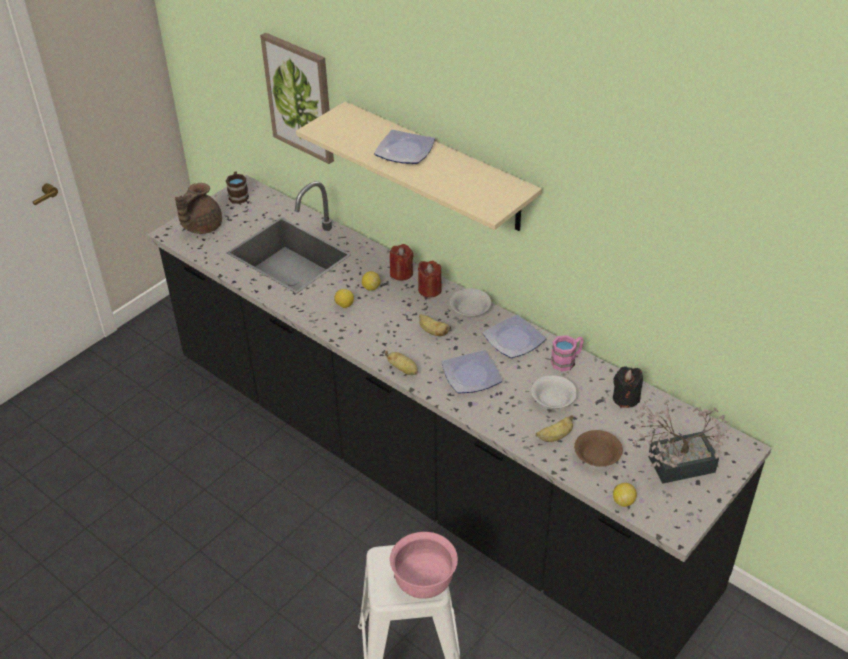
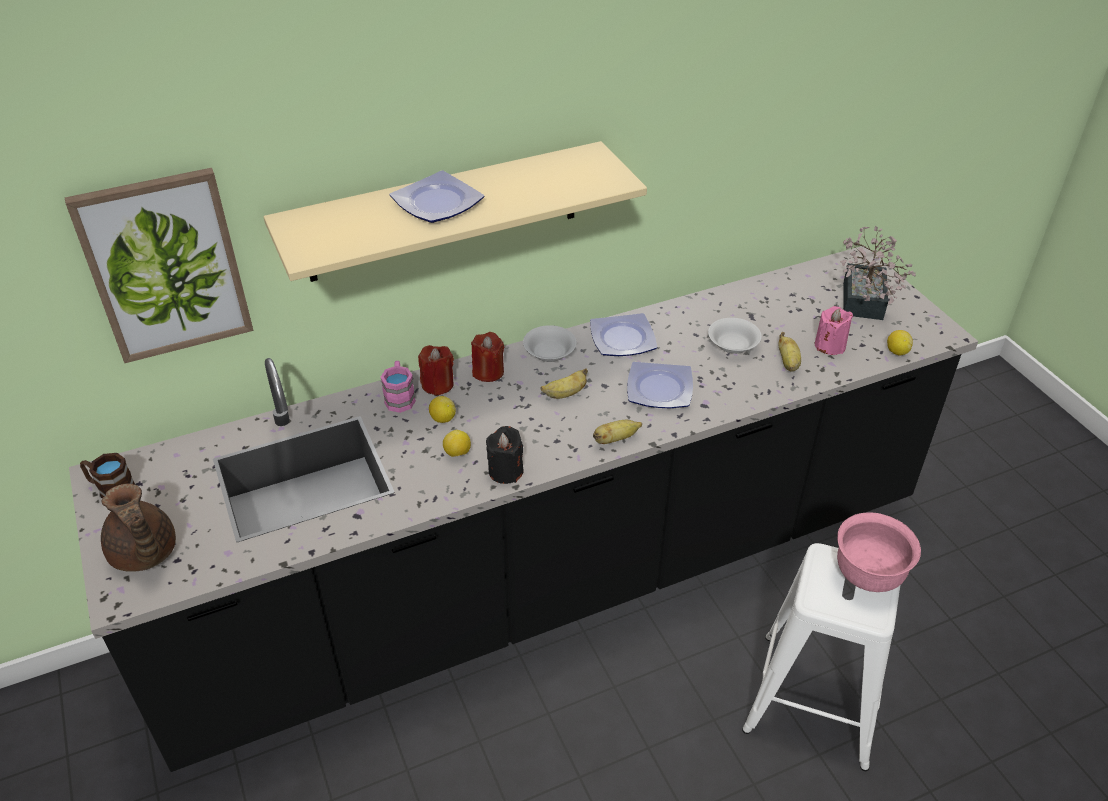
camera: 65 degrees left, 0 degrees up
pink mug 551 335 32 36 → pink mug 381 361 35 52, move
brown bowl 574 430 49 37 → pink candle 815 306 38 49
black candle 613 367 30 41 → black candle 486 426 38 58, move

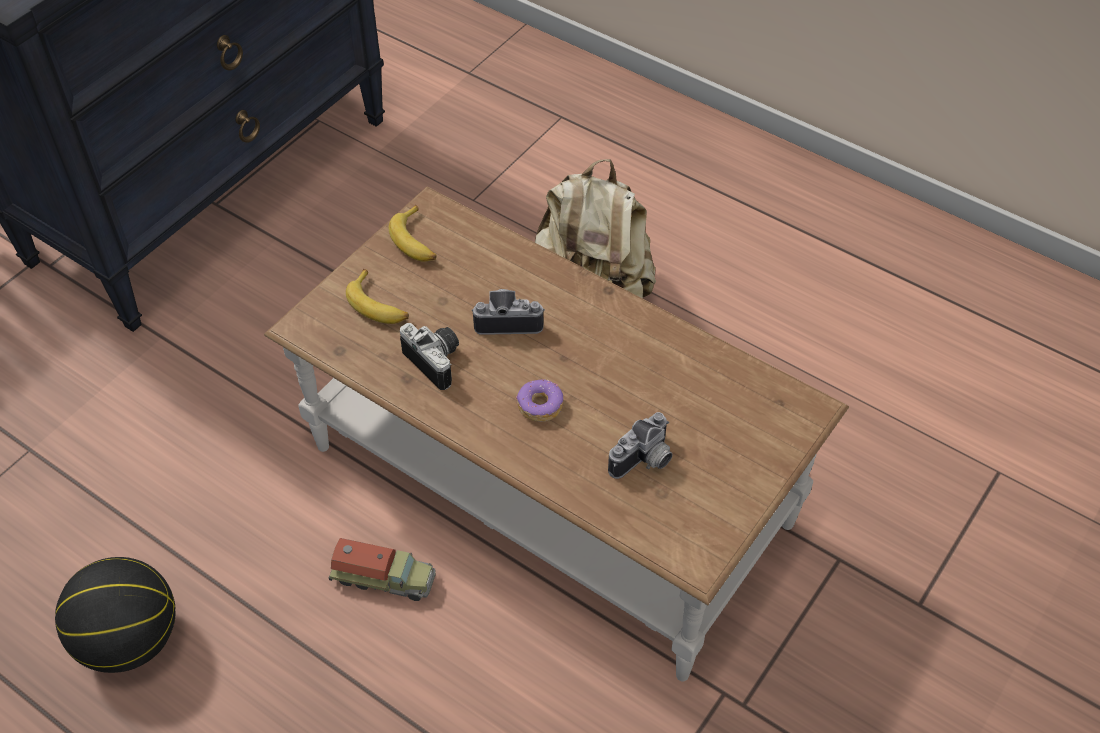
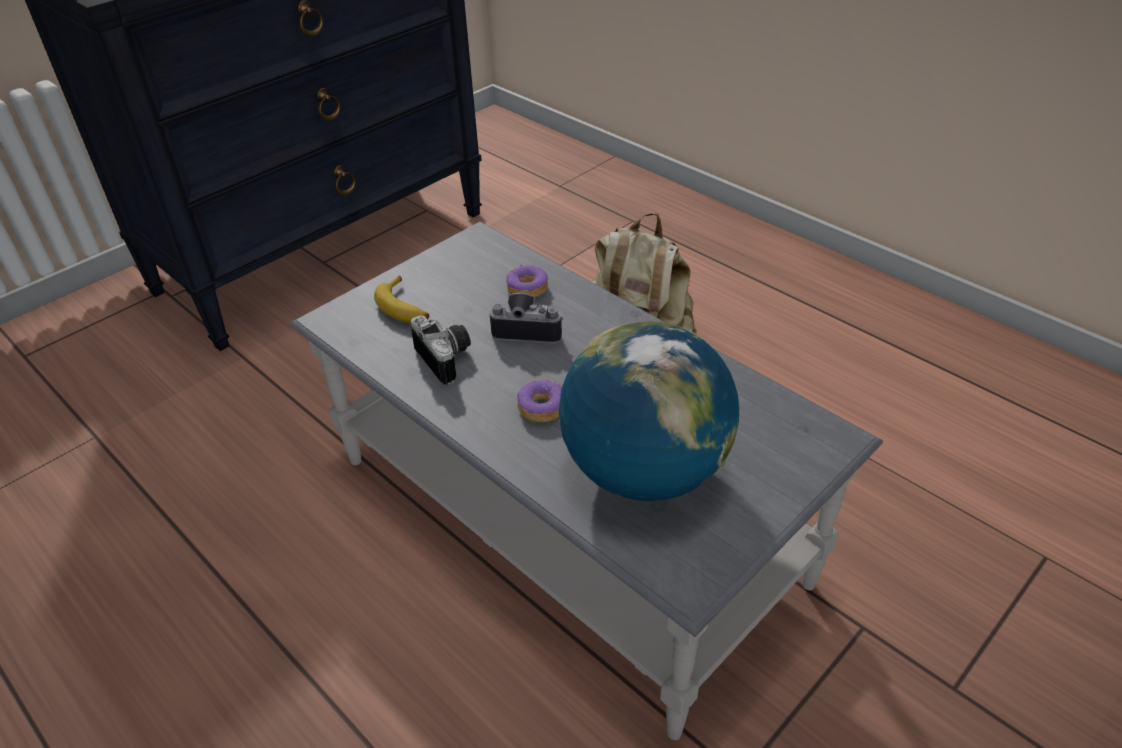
camera: 10 degrees right, 10 degrees down
basketball 55 557 121 116 → -
brown coffee table 264 187 585 494 → grey coffee table 290 222 593 518
toy truck 329 538 107 63 → -
banana 389 205 48 57 → -
photo camera 608 412 65 67 → globe 559 321 180 180
- → donut 506 265 42 32

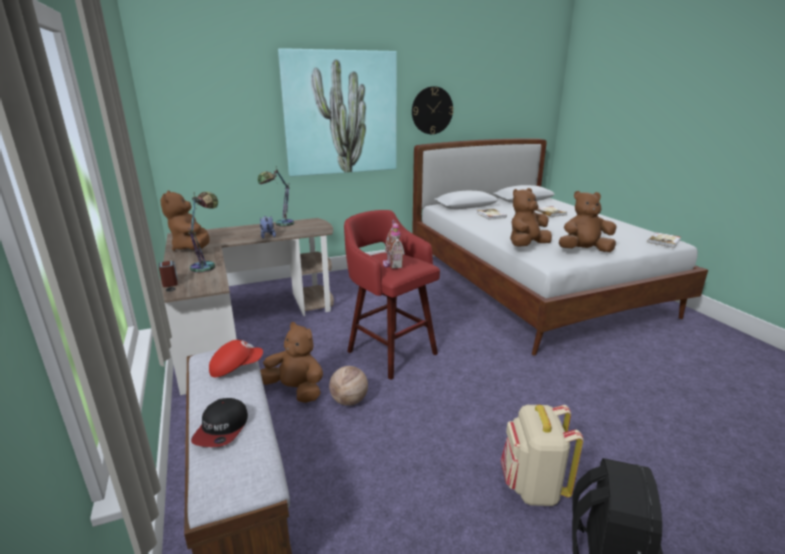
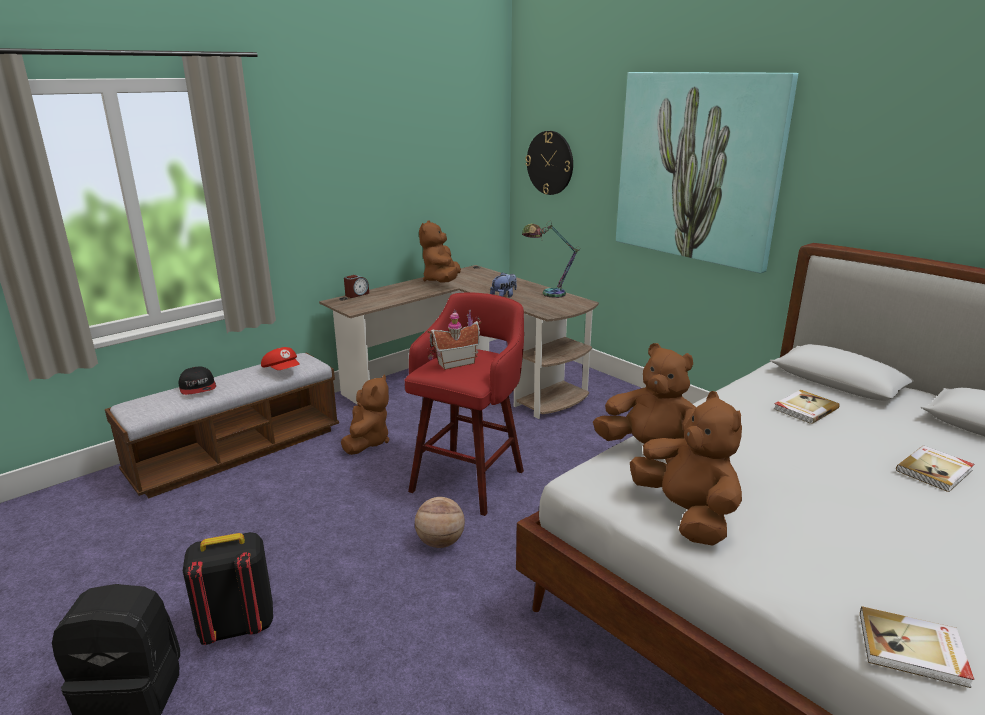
camera: 70 degrees right, 0 degrees up
brown plush toy 160 191 50 60 → brown plush toy 419 221 42 62, 45 degrees counterclockwise
table lamp 188 192 30 81 → -
cap 191 398 57 49 → cap 179 366 37 29, 105 degrees counterclockwise
basketball 329 366 39 40 → basketball 415 497 50 51, move
wall clock 412 86 41 48 → wall clock 526 131 47 64, move
beige backpack 501 405 83 101 → black backpack 183 532 90 113

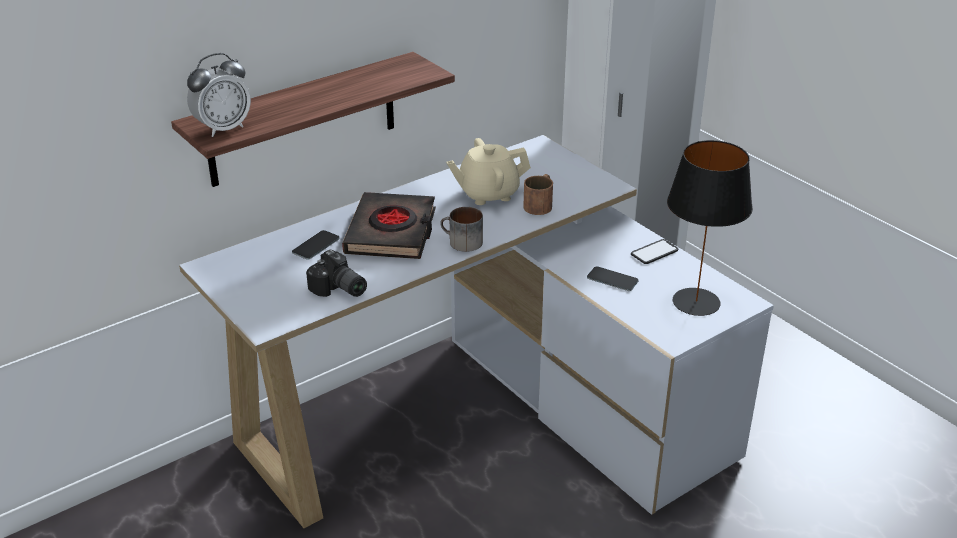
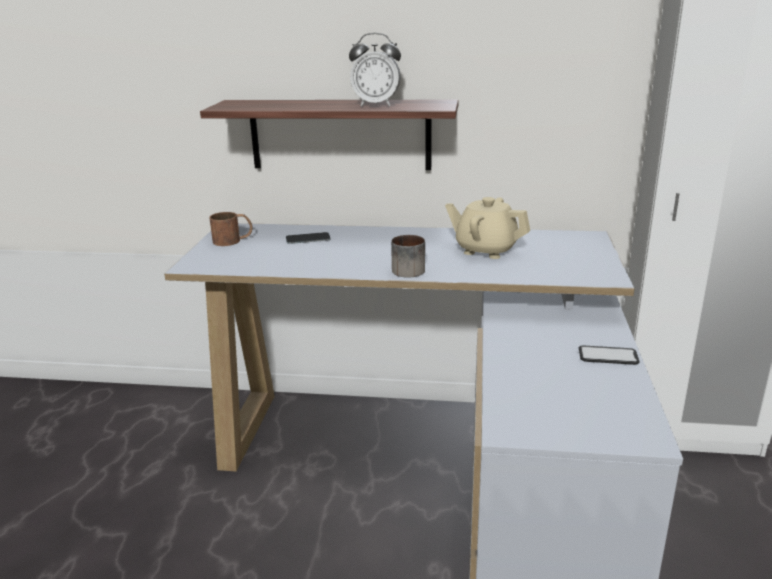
camera: 45 degrees right, 10 degrees down
alarm clock 187 53 64 84 → alarm clock 349 33 52 74, move
photo camera 306 249 61 48 → -
black book 342 192 94 67 → -
brown mug 523 174 30 41 → brown mug 209 212 44 34, move
phone 587 266 52 25 → -
black table lamp 667 140 86 176 → -

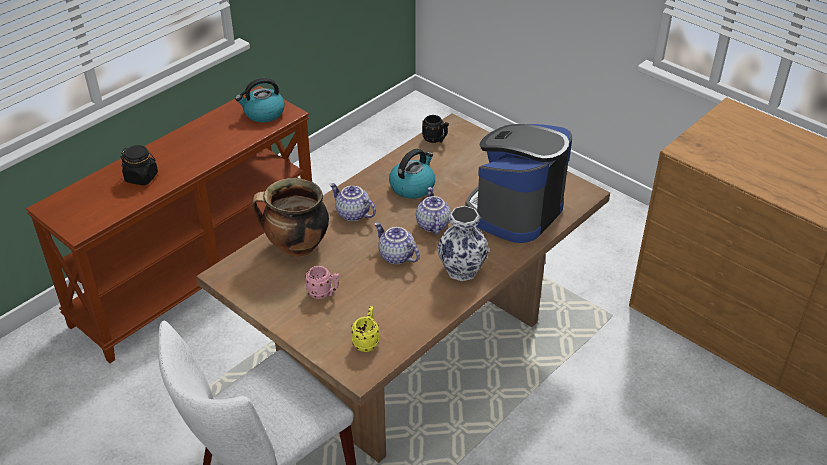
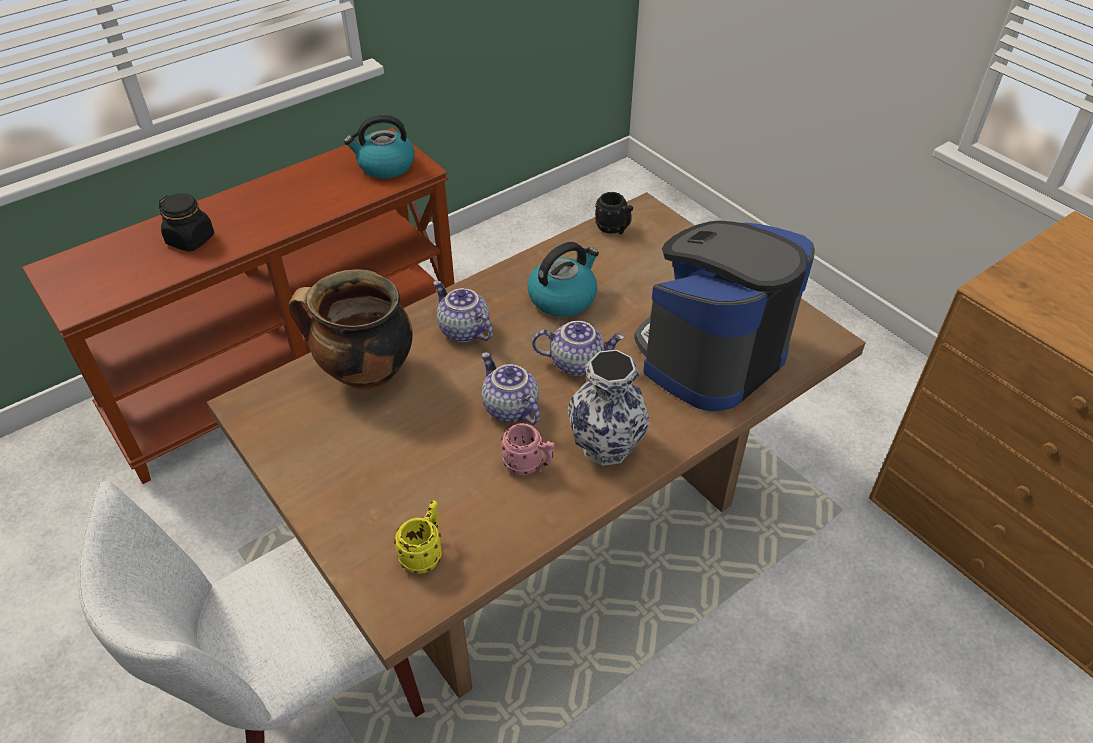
camera: 10 degrees right, 5 degrees up
pink mug 305 266 34 33 → pink mug 501 423 54 52, move
teapot 416 187 35 48 → teapot 532 321 92 55, 90 degrees clockwise

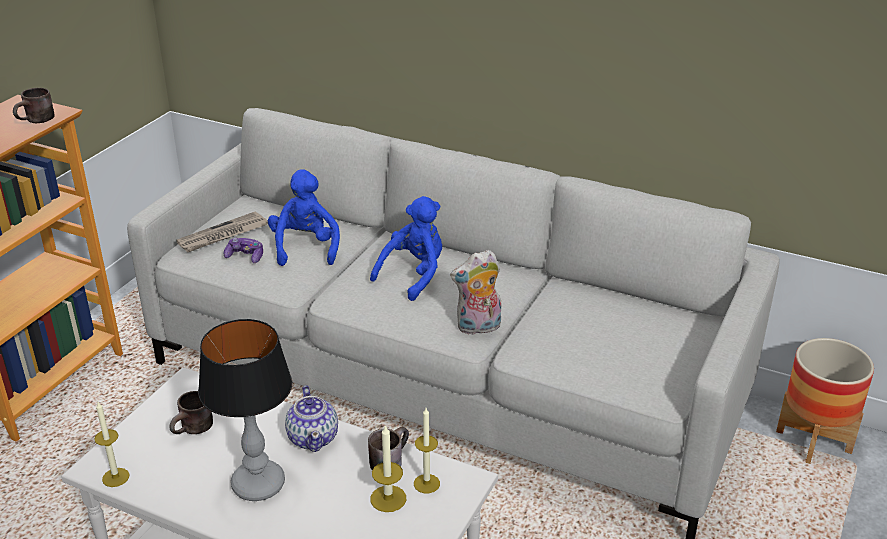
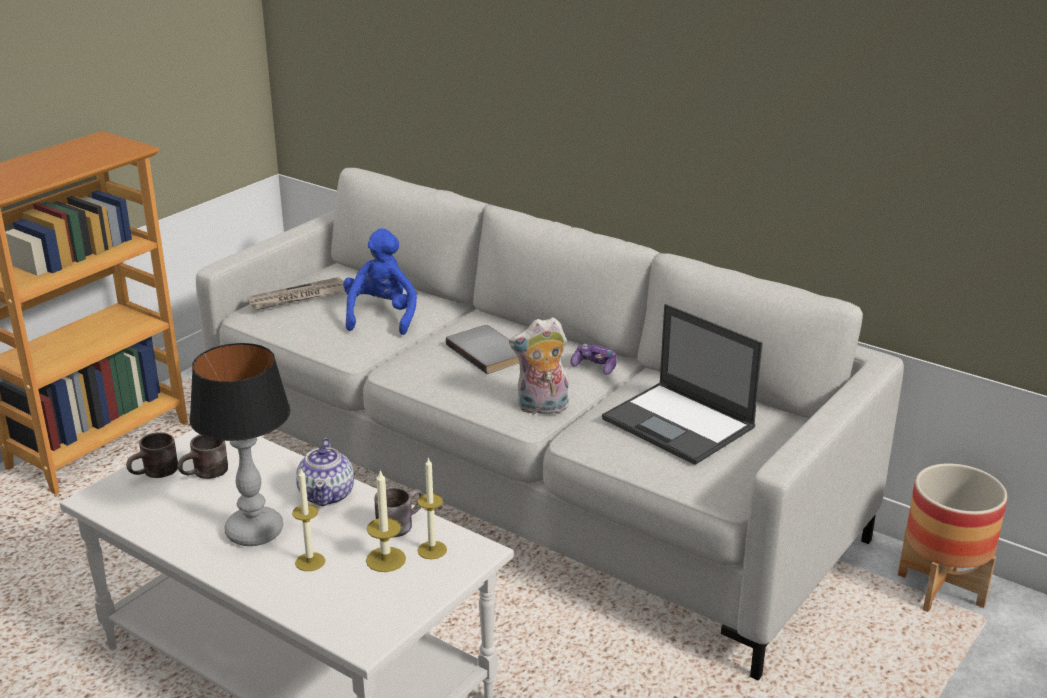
camera: 10 degrees right, 5 degrees down
brown mug 13 88 42 35 → brown mug 126 432 52 46, move
candle 94 402 36 85 → candle 292 469 33 102, move
game controller 223 238 40 25 → game controller 571 344 46 31, move
blue plush toy 370 196 72 105 → grey book 446 325 73 49
- → laptop 602 304 161 161

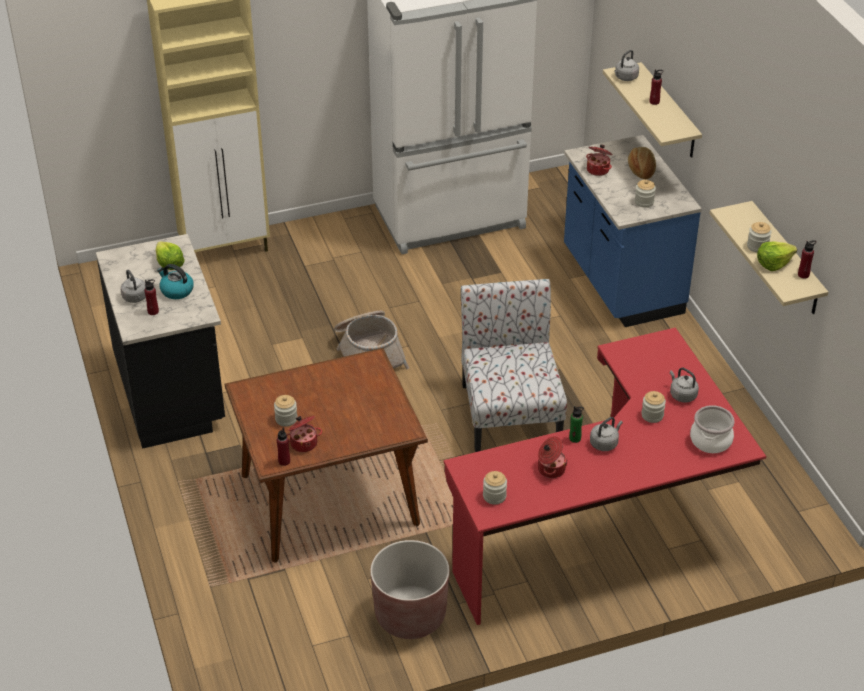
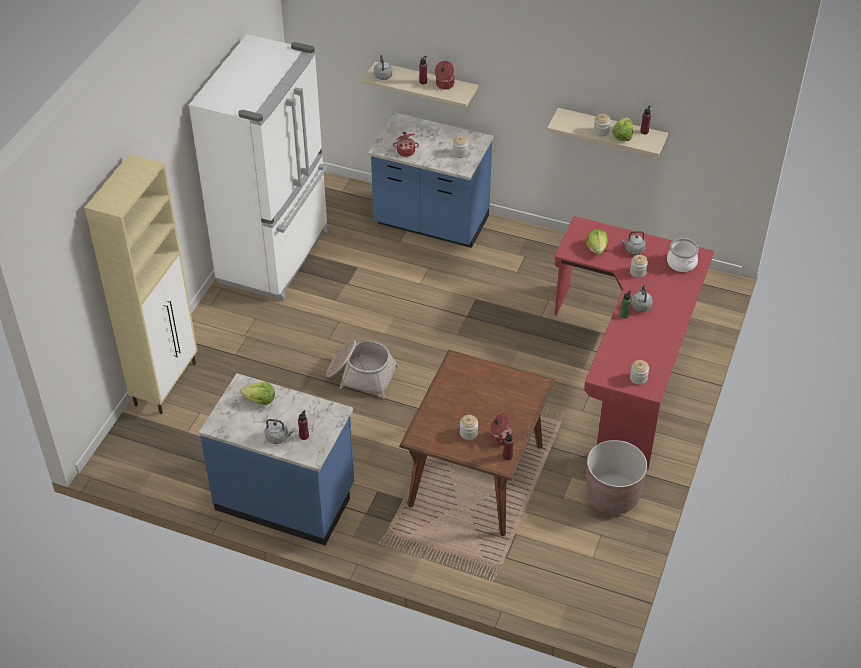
camera: 50 degrees left, 5 degrees up
black counter 96 234 129 215 → blue counter 199 373 155 172
kettle 157 264 37 35 → -
chair 461 279 106 173 → -
cooking pot 538 436 29 42 → cooking pot 435 61 20 29, move
bread 628 147 28 32 → -
- → lettuce 586 229 22 26

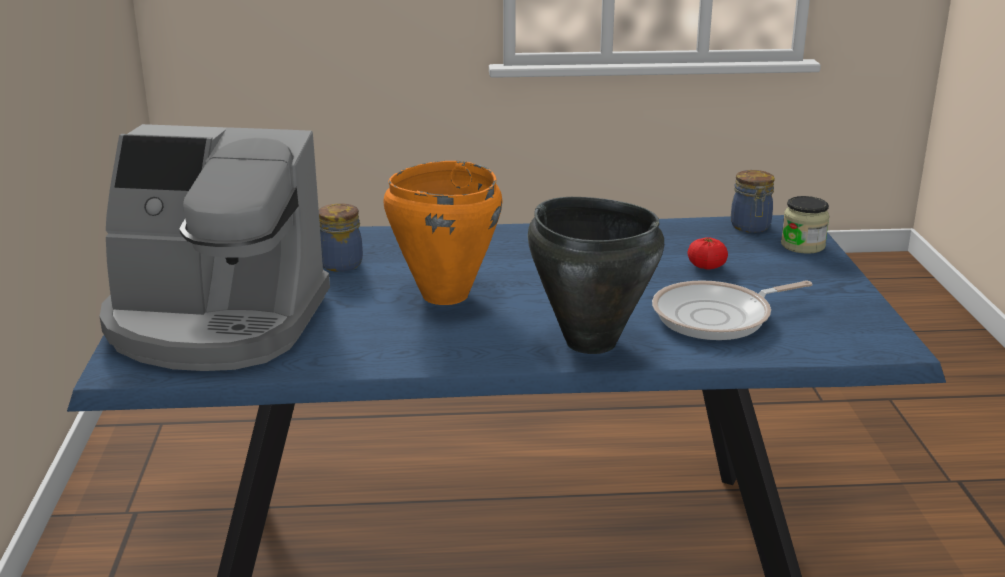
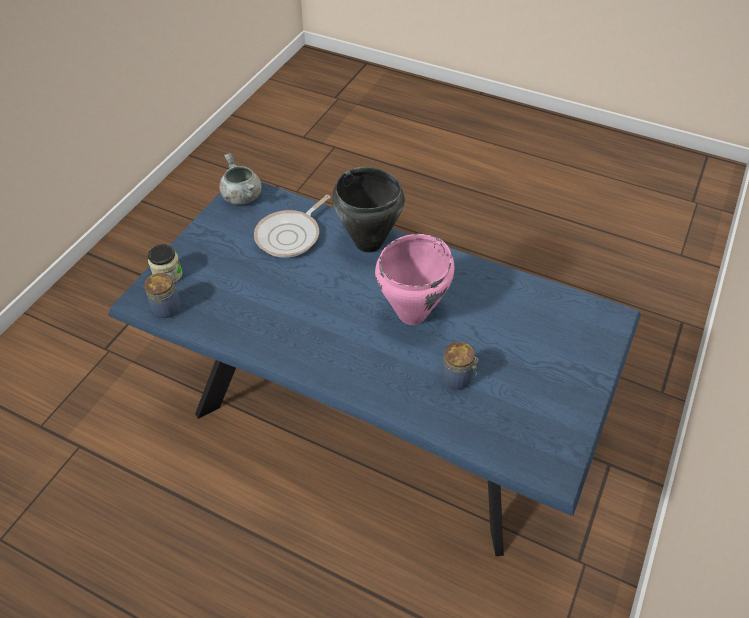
camera: 150 degrees left, 25 degrees up
coffee machine 100 124 230 247 → -
orange cooking pot 383 161 119 144 → pink cooking pot 375 234 80 91
frying pan 652 280 160 60 → frying pan 254 195 77 63, 120 degrees clockwise
tomato 687 237 41 33 → -
- → grey cooking pot 219 153 43 52

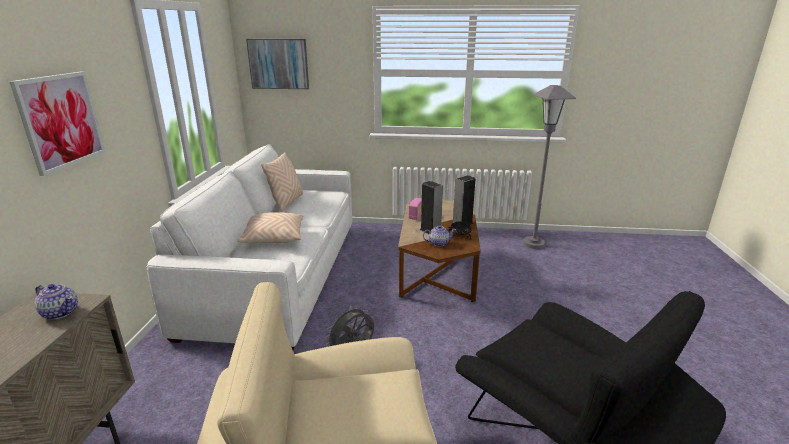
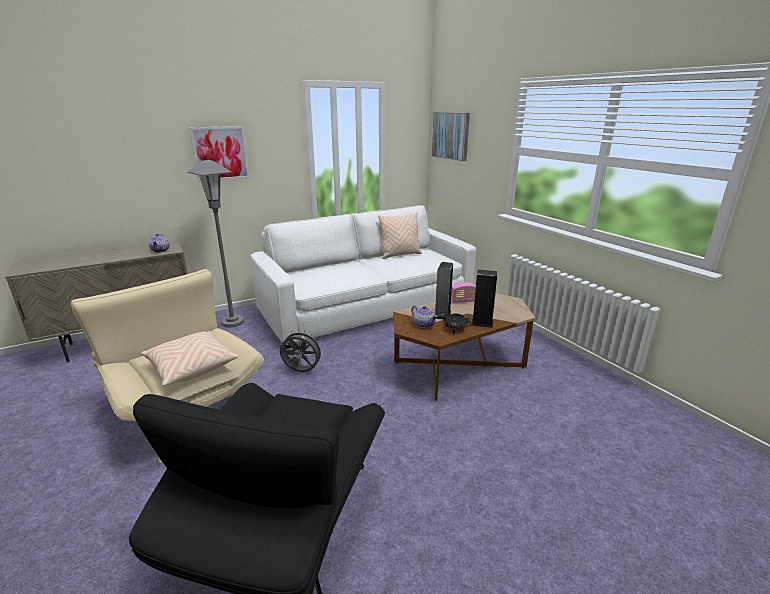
camera: 55 degrees right, 0 degrees up
beige pillow 237 213 66 30 → beige pillow 141 331 97 55, move
grey floor lamp 523 85 53 164 → grey floor lamp 187 160 57 168, move

